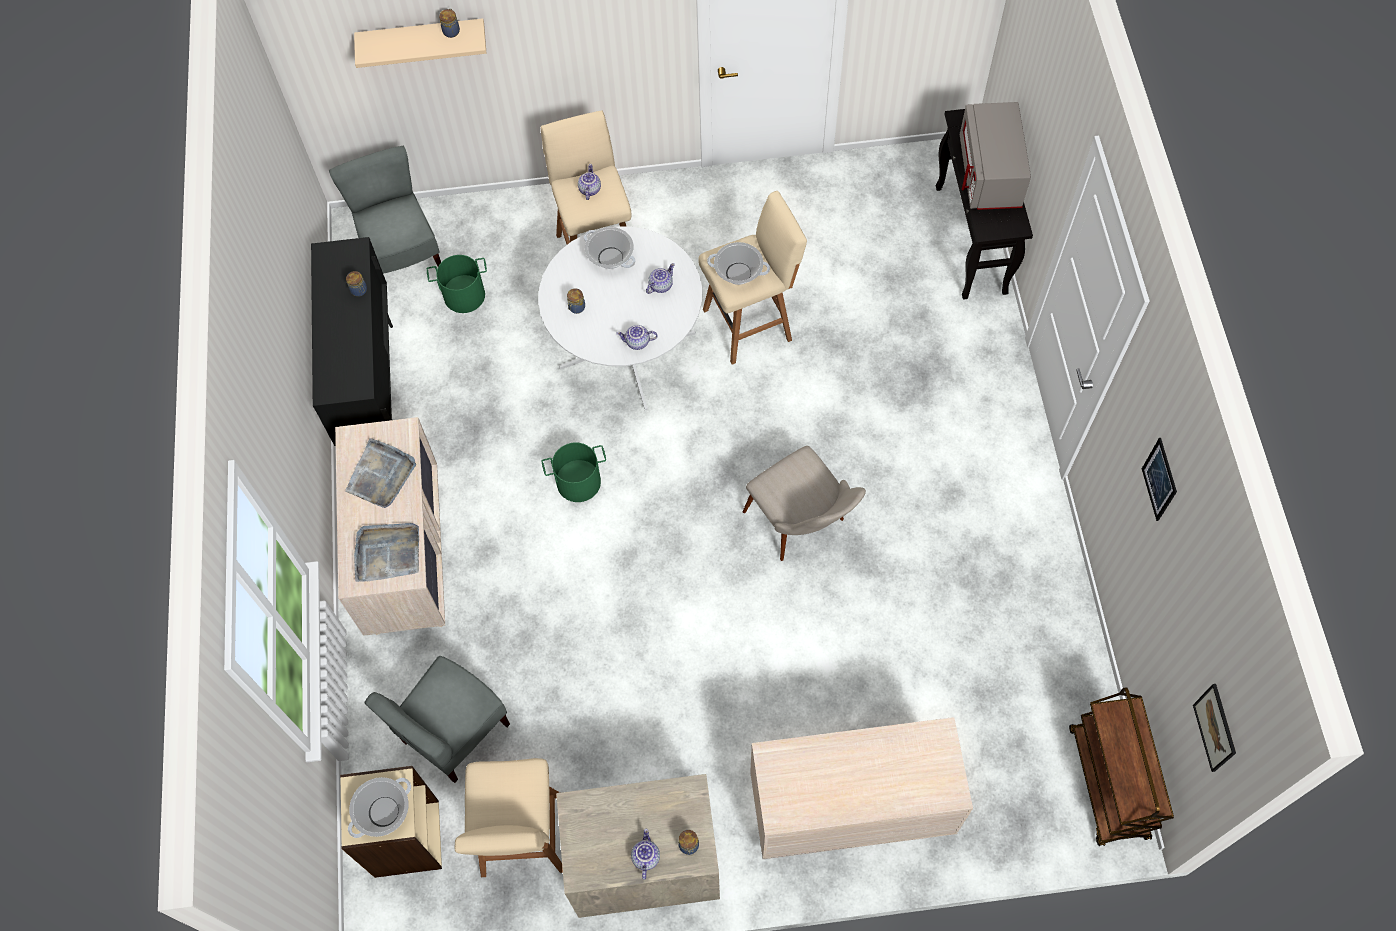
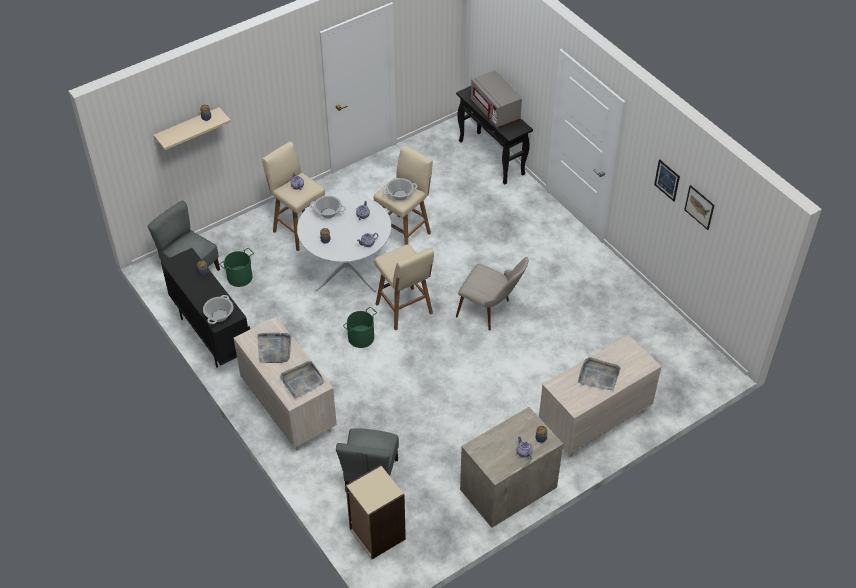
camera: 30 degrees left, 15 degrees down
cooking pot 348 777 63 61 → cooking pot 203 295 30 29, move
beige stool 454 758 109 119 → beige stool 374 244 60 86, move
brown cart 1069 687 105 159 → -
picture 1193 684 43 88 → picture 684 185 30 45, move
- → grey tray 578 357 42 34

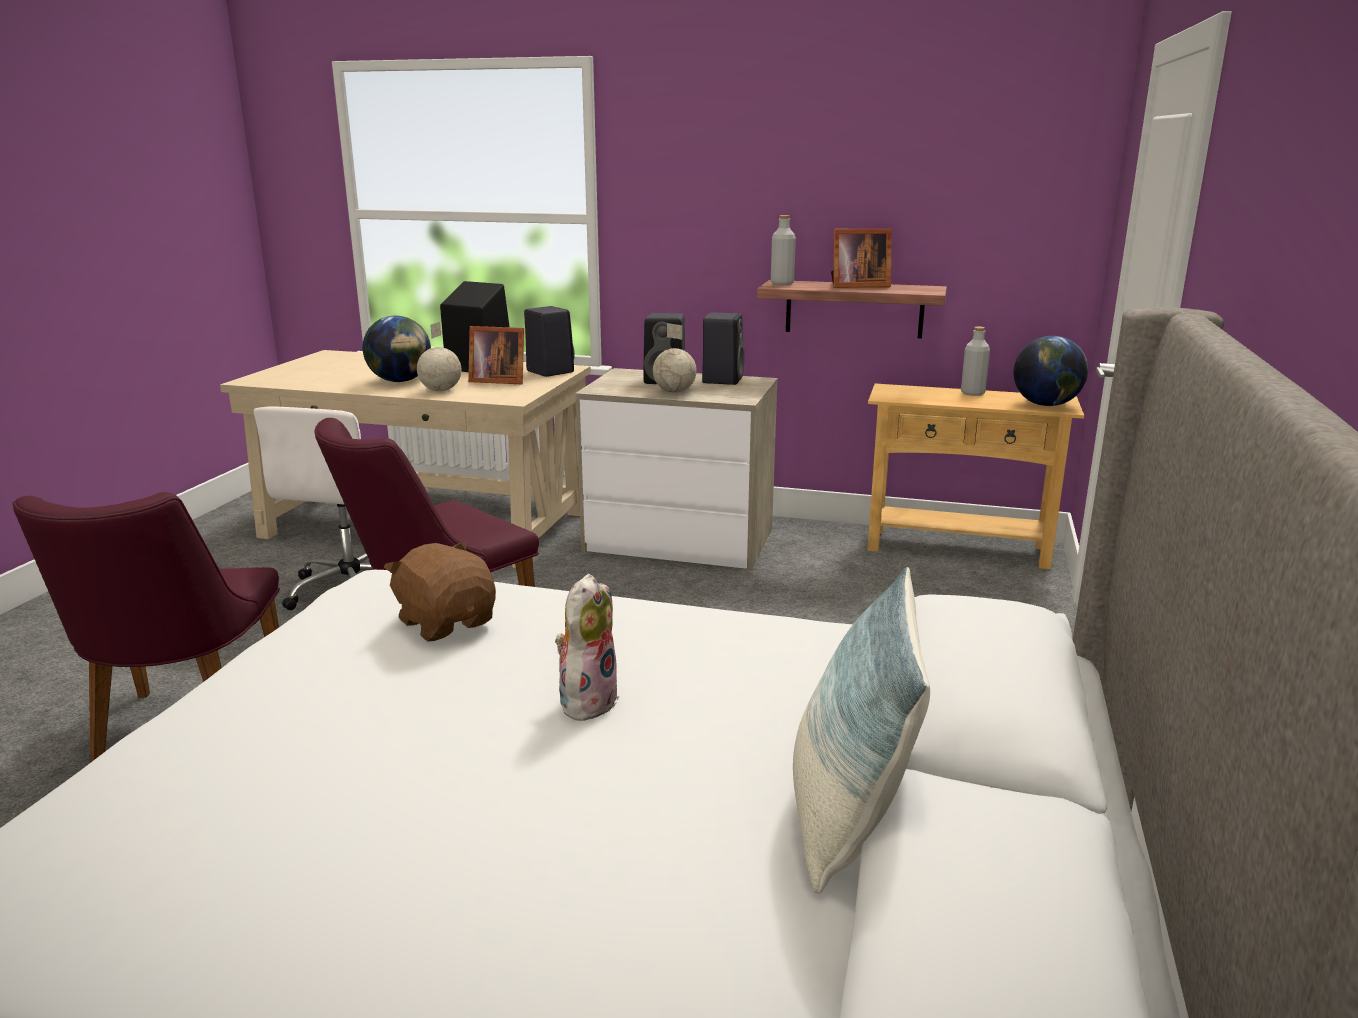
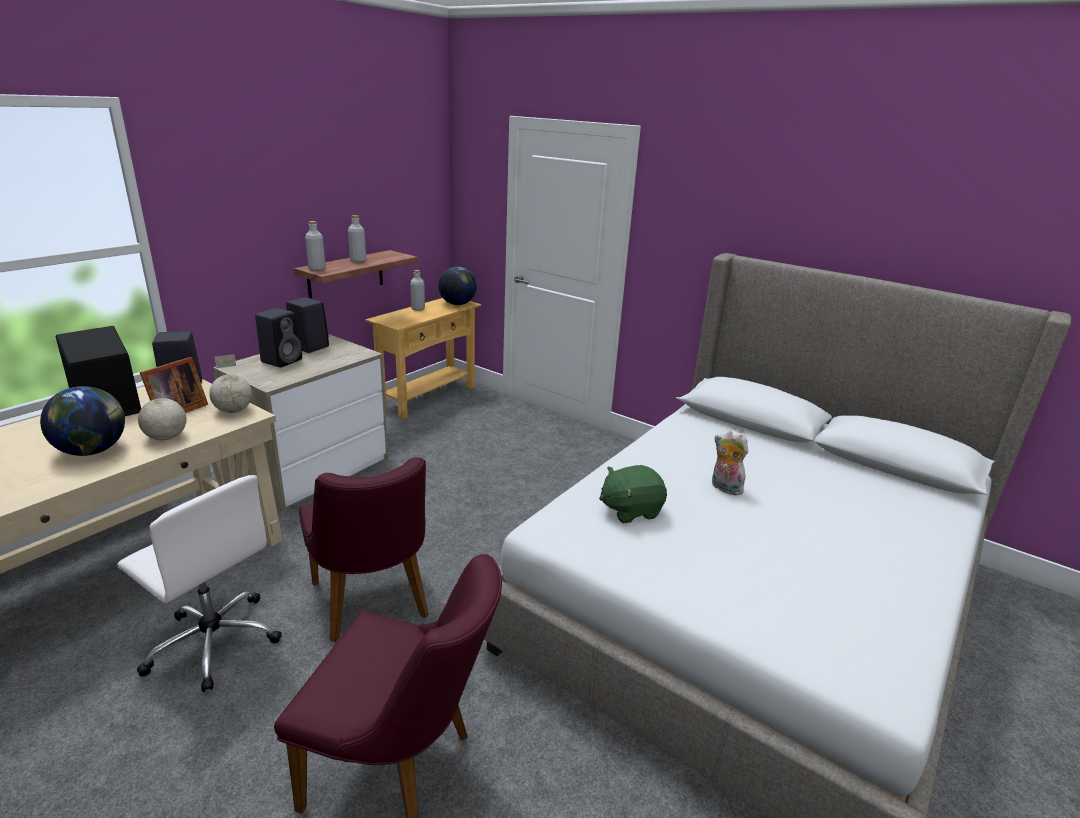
camera: 70 degrees left, 5 degrees up
brown plush toy 384 542 112 100 → green plush toy 599 465 68 58
globe 653 323 44 70 → globe 209 354 43 59, move
pillow 793 567 137 327 → -
picture frame 831 229 61 59 → grey bottle 348 215 18 47

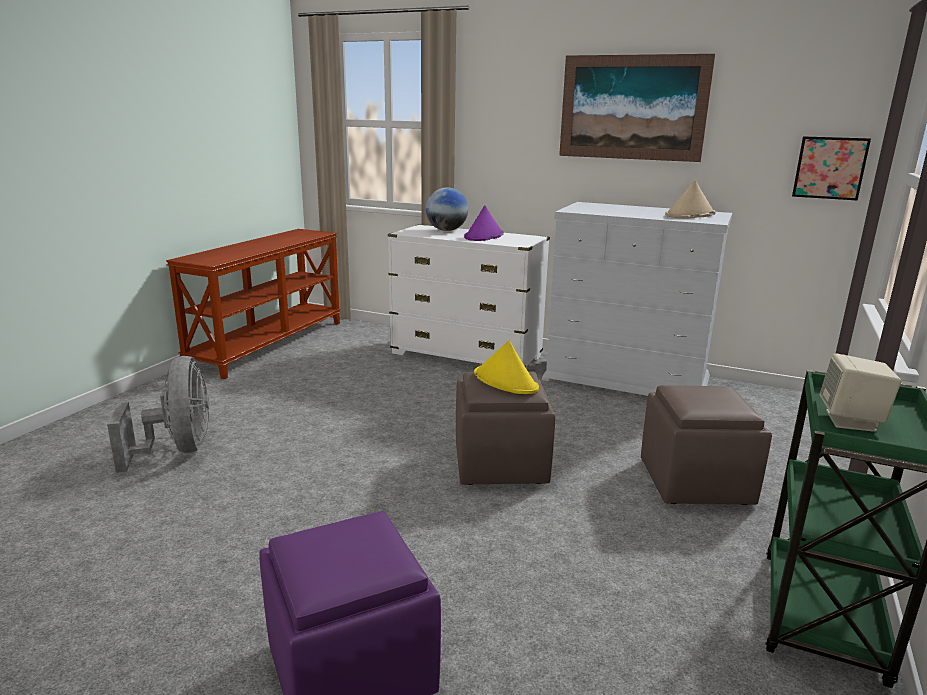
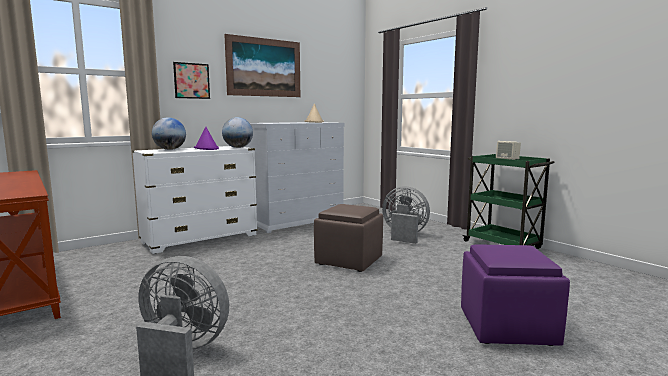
camera: 60 degrees left, 10 degrees down
yellow hat 474 341 65 53 → -
brown ottoman 641 385 131 120 → grey fan 382 186 48 58
picture 792 136 79 65 → picture 173 62 37 37, move
- → globe 222 117 31 31

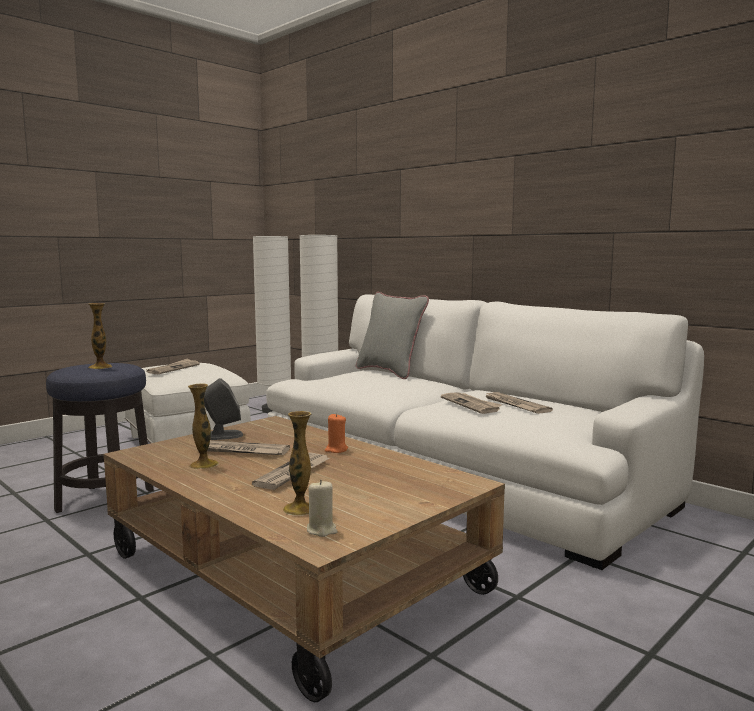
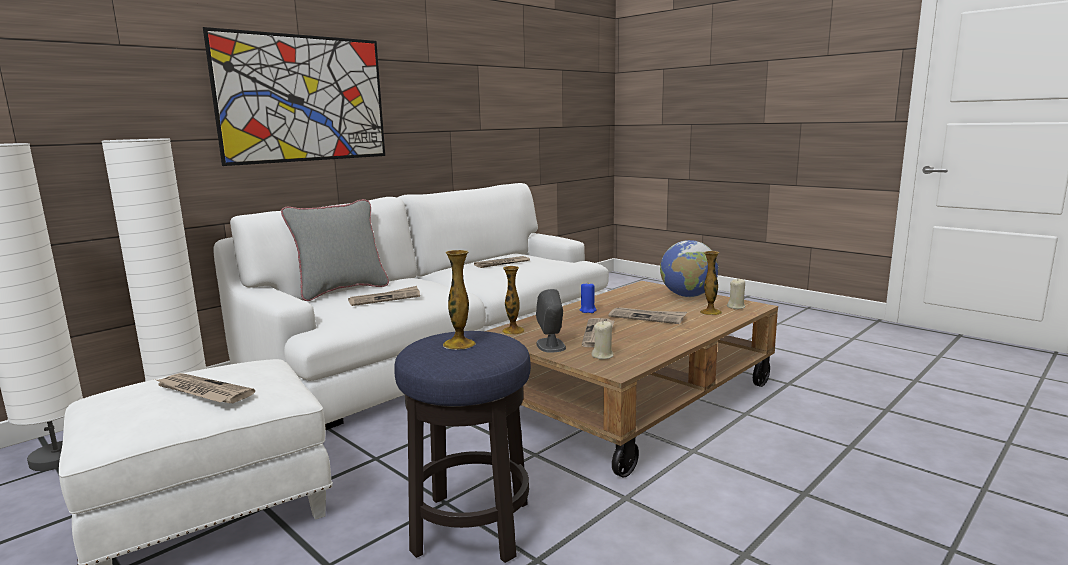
camera: 90 degrees left, 5 degrees up
vase 188 383 31 86 → vase 502 266 23 69, move
orange candle 325 413 23 40 → blue candle 579 284 18 29
newspaper 441 392 61 22 → newspaper 348 286 72 20, move
- → picture 203 27 182 139
- → beige candle 591 321 23 38
- → globe 660 240 59 57

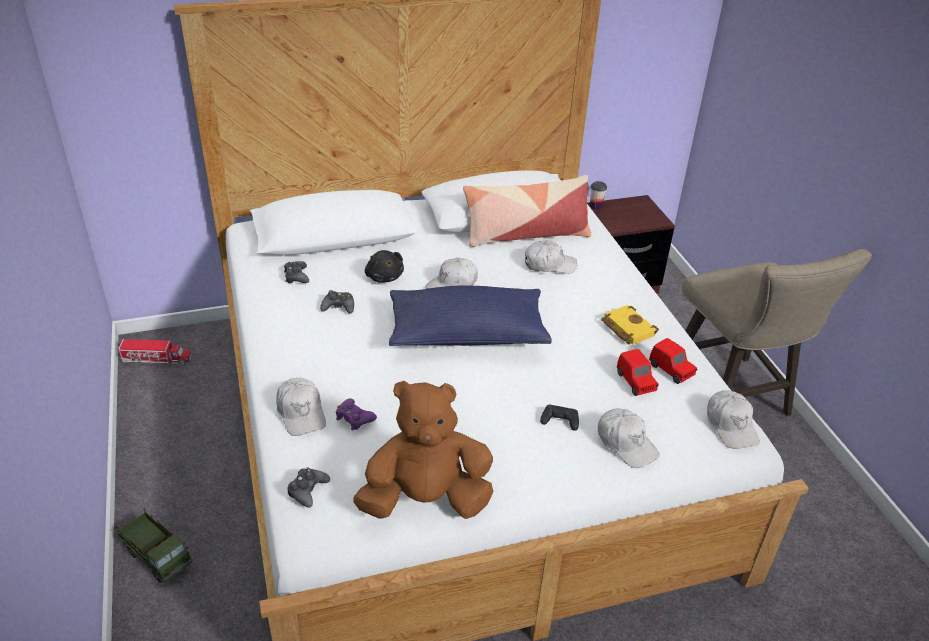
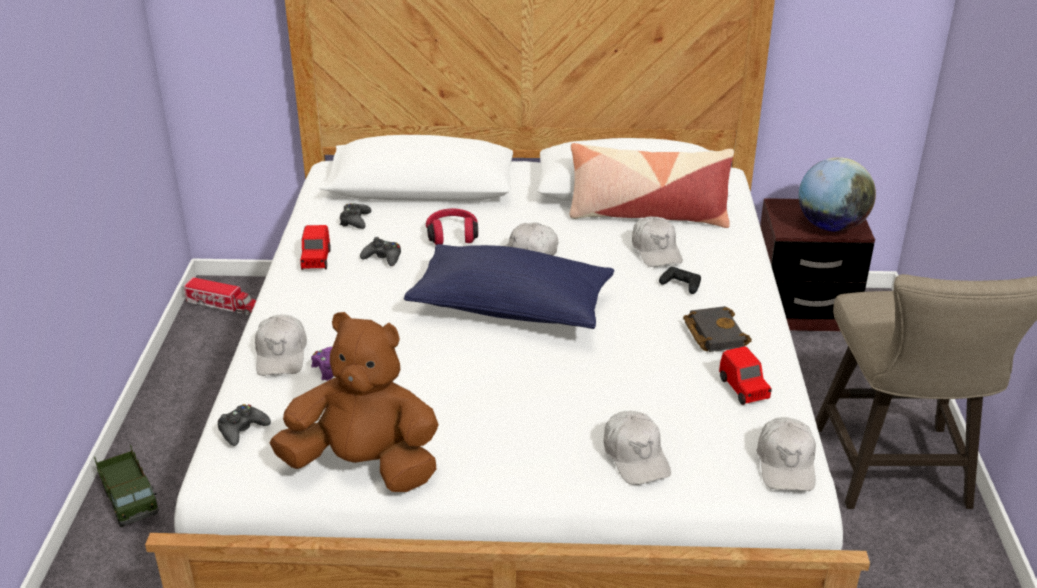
camera: 20 degrees right, 5 degrees down
black plush toy 365 250 39 33 → red headphones 426 208 52 37
white cap 525 240 52 34 → white cap 632 216 51 51, 60 degrees clockwise
black game controller 540 405 39 26 → black game controller 659 267 42 27, move
cup 590 181 17 29 → -
yellow book 601 305 58 40 → black book 683 306 69 46
red toy car 617 349 41 47 → red toy car 300 225 31 45, move
- → globe 799 157 77 75

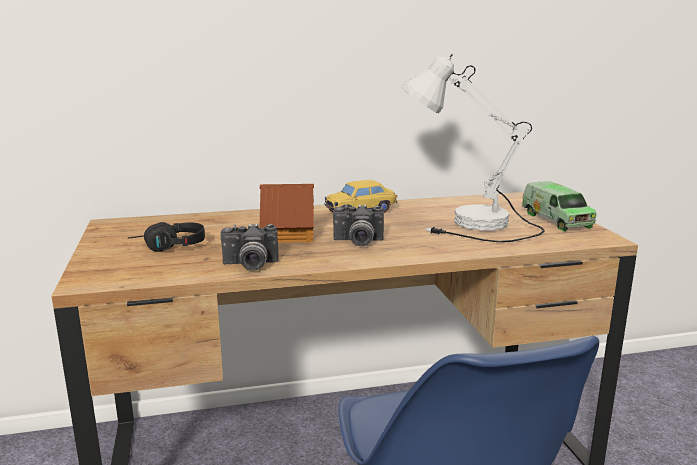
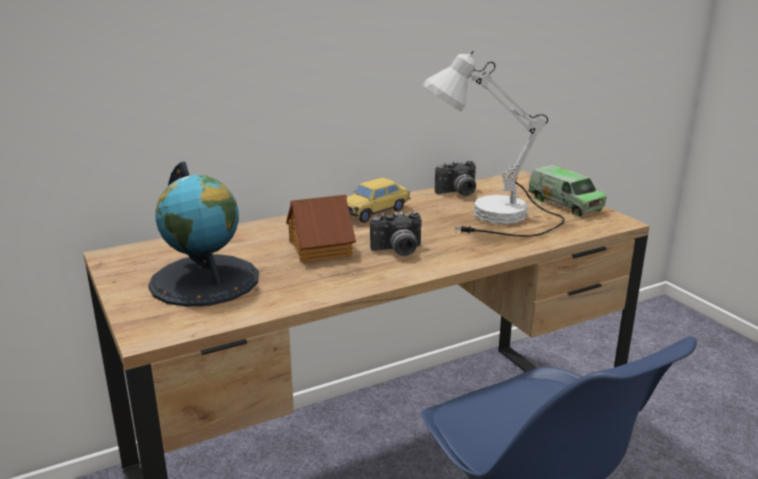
camera: 15 degrees left, 5 degrees up
black headphones 128 222 77 30 → globe 148 161 111 146
photo camera 221 223 58 48 → photo camera 435 160 41 36, move

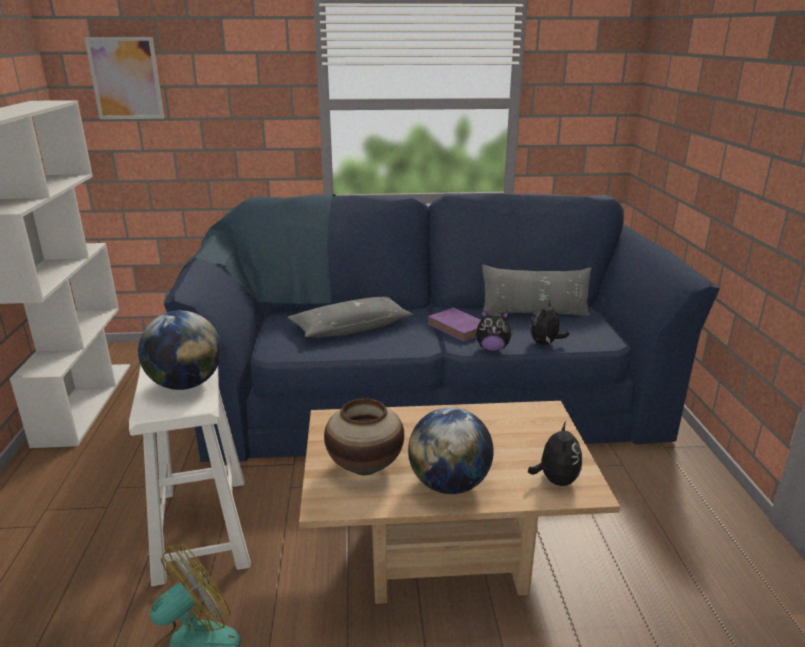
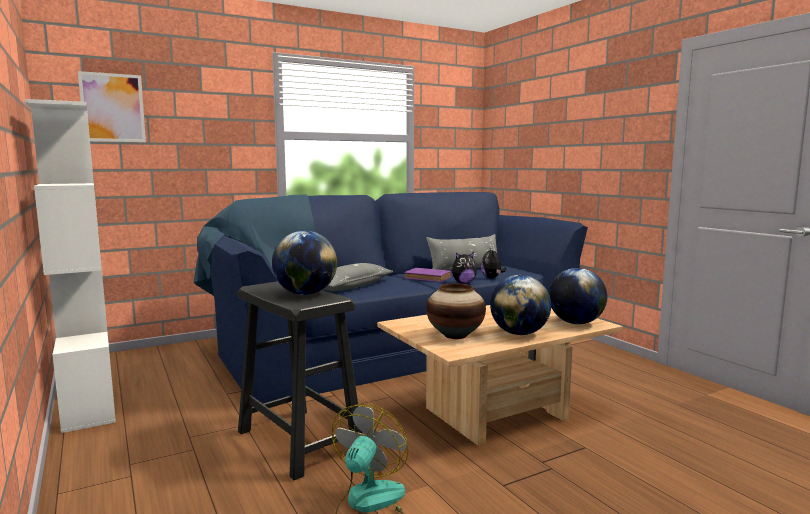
camera: 25 degrees left, 15 degrees down
white stool 129 366 122 220 → black stool 237 281 126 199
plush toy 528 421 54 65 → globe 549 268 58 56

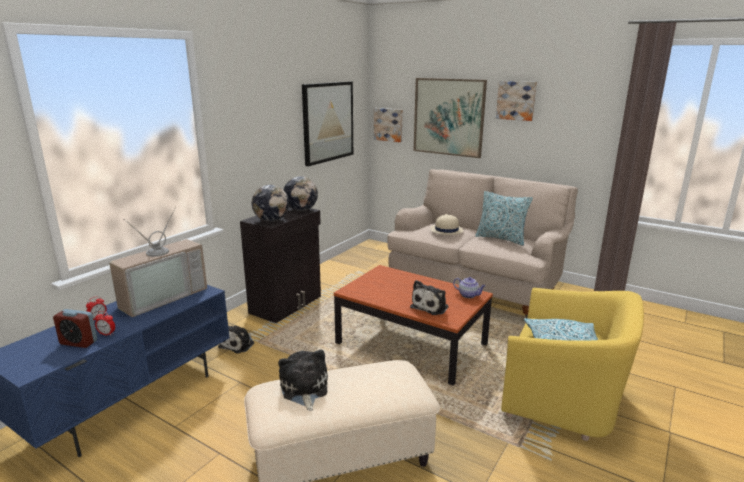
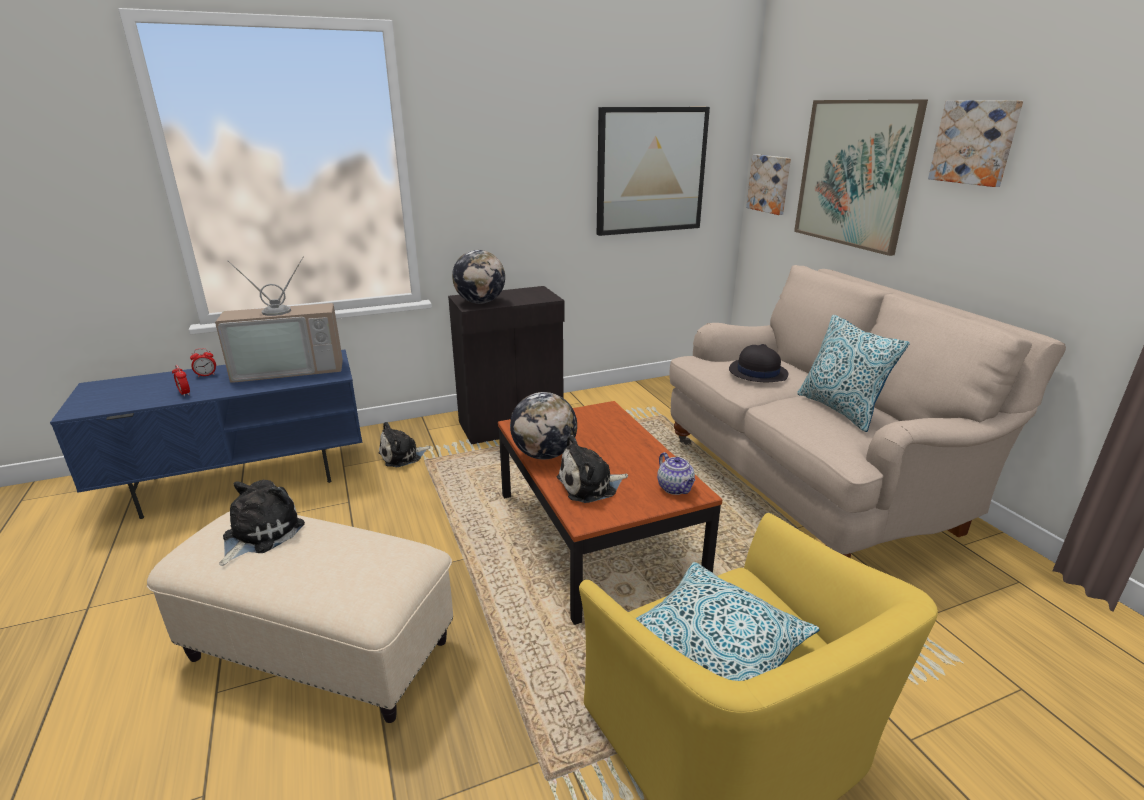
camera: 35 degrees right, 5 degrees up
alarm clock 53 309 44 39 → -
globe 284 176 34 35 → globe 510 392 67 68, move
beige hat 430 214 33 21 → black hat 729 344 59 38

